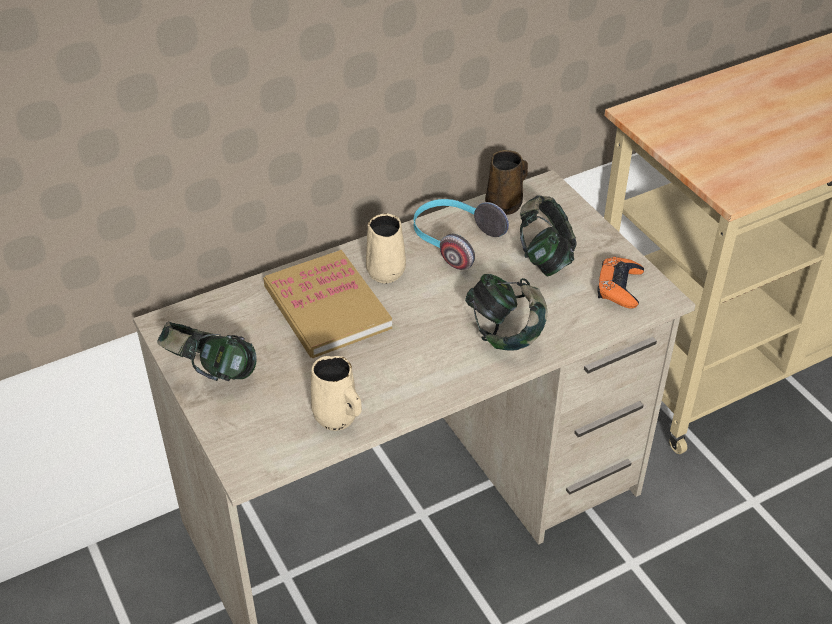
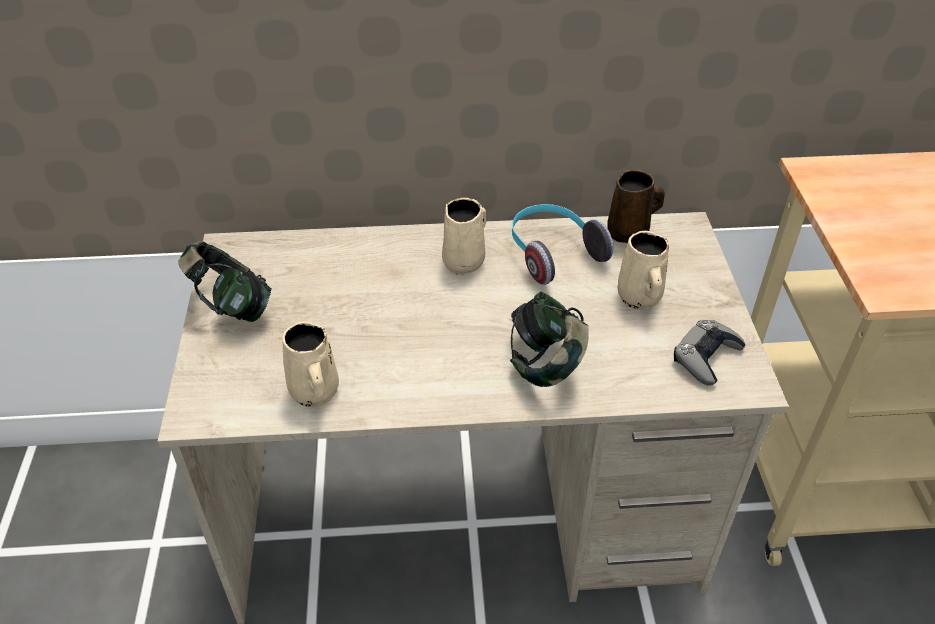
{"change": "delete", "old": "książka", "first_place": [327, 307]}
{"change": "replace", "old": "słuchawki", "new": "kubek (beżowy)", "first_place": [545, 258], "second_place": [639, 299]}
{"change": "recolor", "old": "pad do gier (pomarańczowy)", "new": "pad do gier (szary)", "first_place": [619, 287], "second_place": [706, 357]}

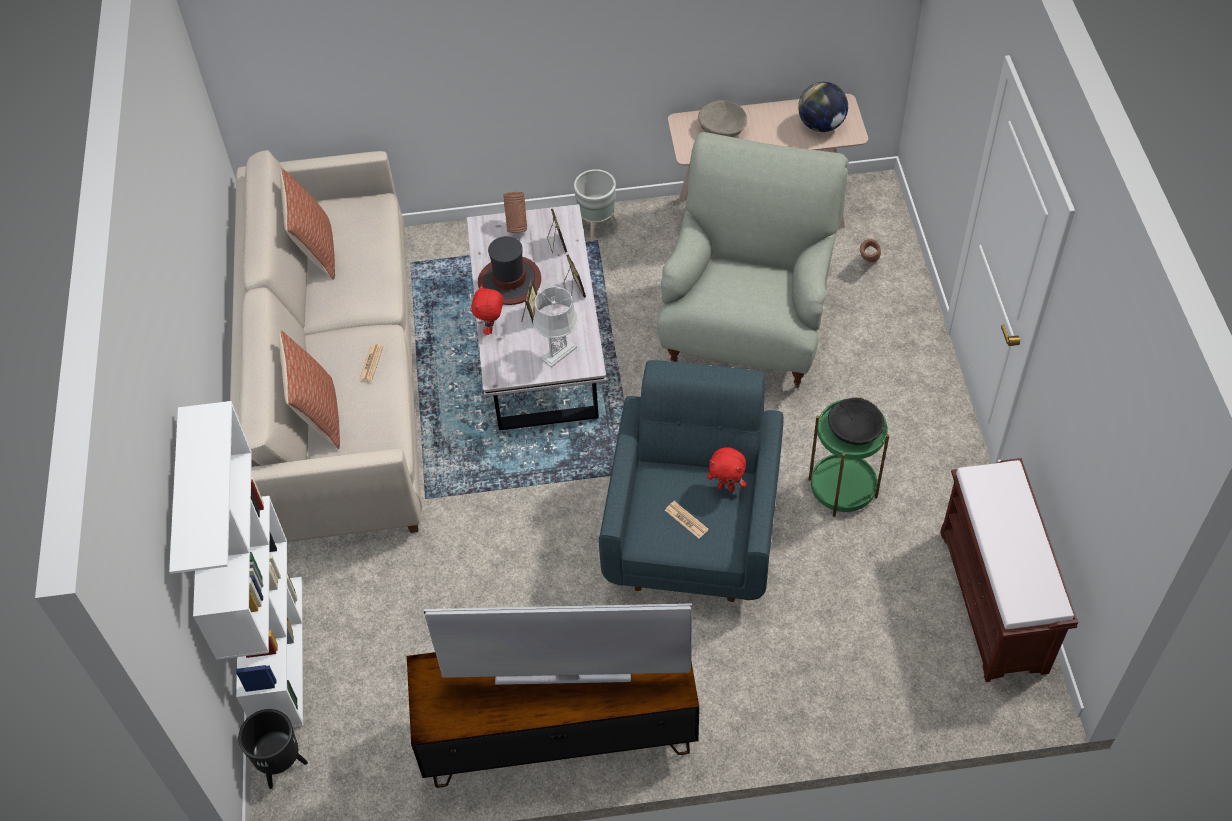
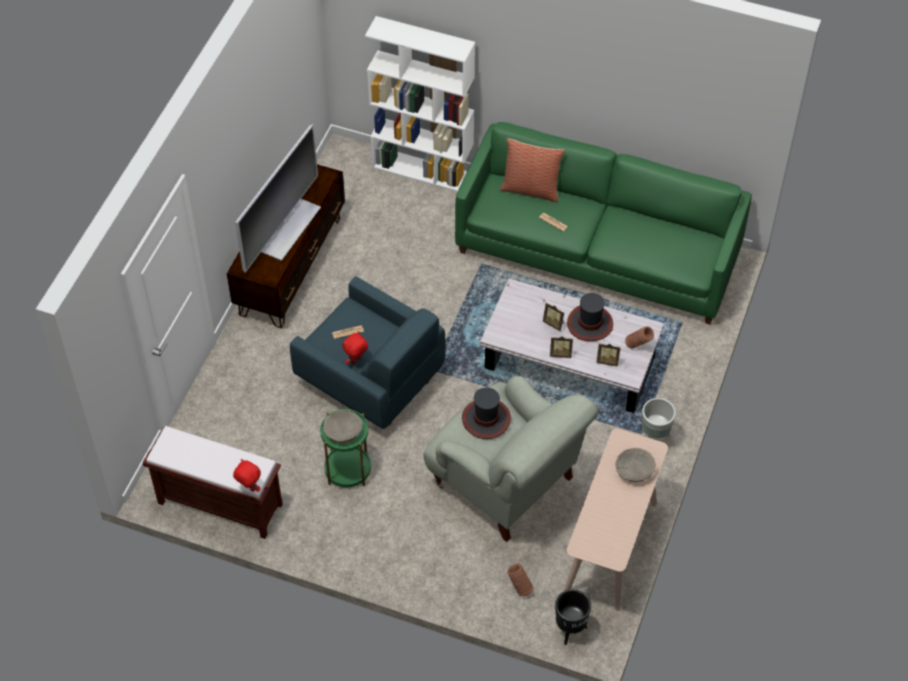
{"change": "recolor", "old": "kanapa (beżowy)", "new": "kanapa (zielony)", "first_place": [338, 382], "second_place": [598, 252]}
{"change": "move", "old": "donica (czarny)", "first_place": [283, 767], "second_place": [569, 630]}
{"change": "delete", "old": "poduszka", "first_place": [316, 251]}
{"change": "move", "old": "pluszak (czerwony)", "first_place": [491, 328], "second_place": [249, 488]}
{"change": "delete", "old": "lampa stołowa (szary)", "first_place": [558, 353]}
{"change": "delete", "old": "globus", "first_place": [821, 125]}
{"change": "recolor", "old": "miska (czarny)", "new": "miska (beżowy)", "first_place": [854, 429], "second_place": [343, 431]}
{"change": "insert", "new": "kapelusz", "second_place": [486, 419]}

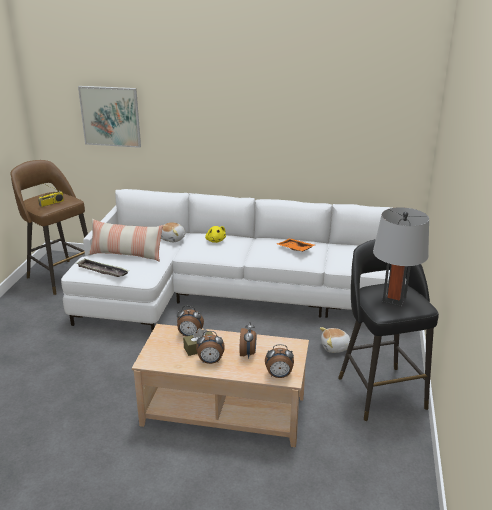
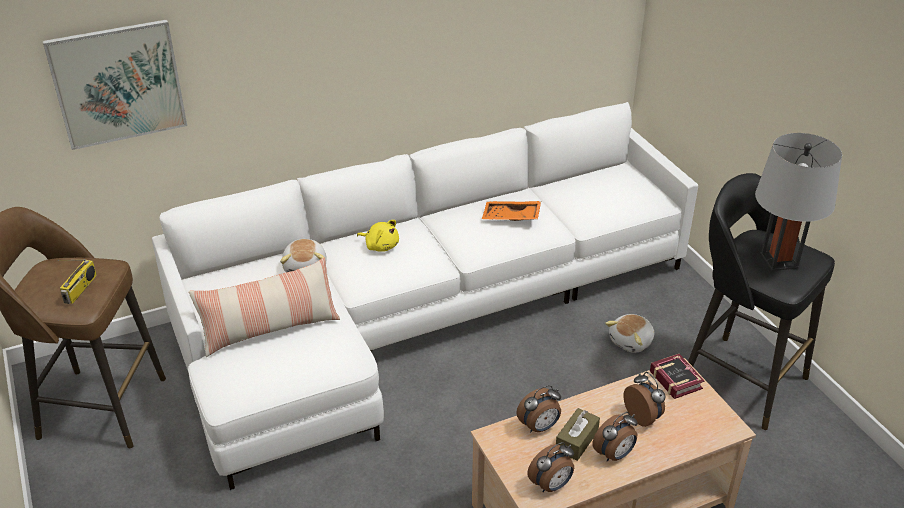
{"change": "delete", "old": "taca", "first_place": [102, 271]}
{"change": "move", "old": "budzik", "first_place": [279, 376], "second_place": [551, 485]}
{"change": "insert", "new": "książka", "second_place": [675, 378]}

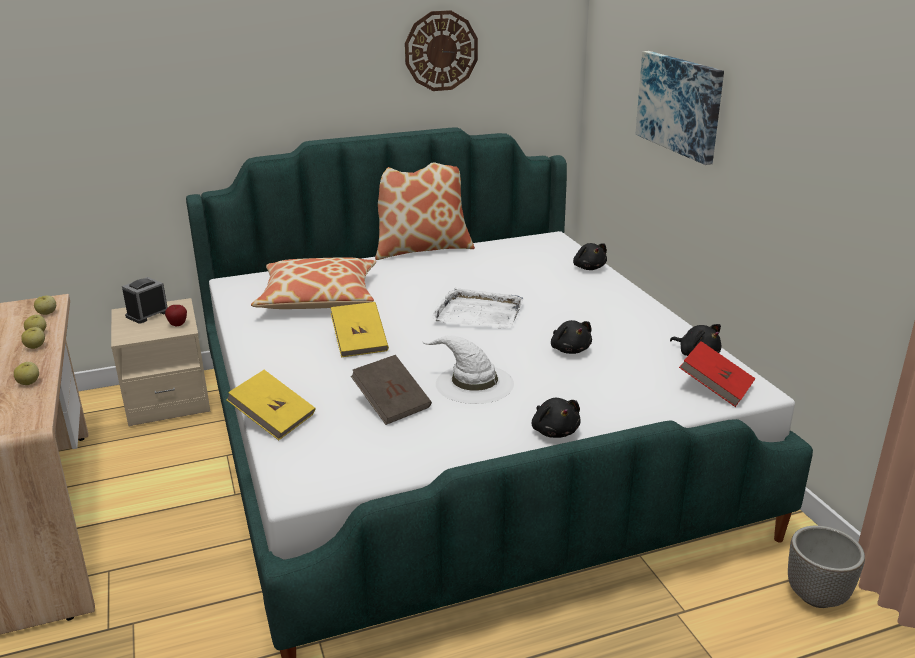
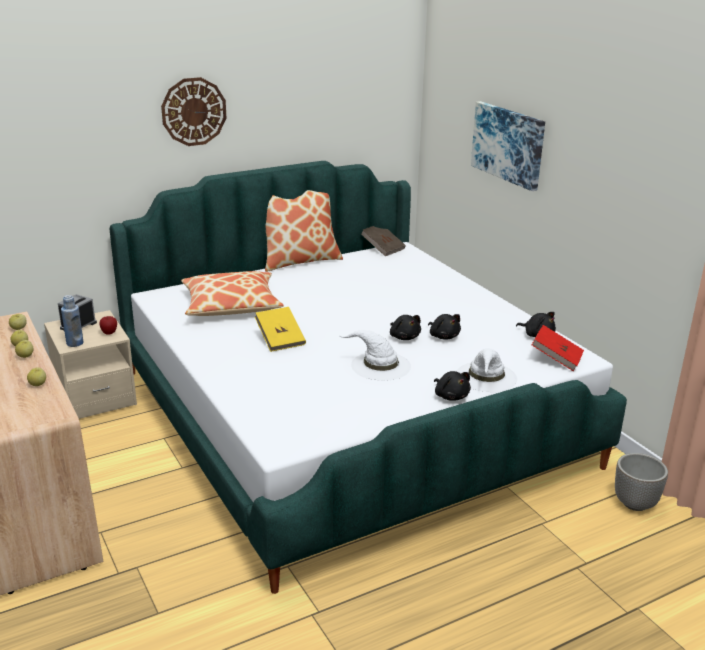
{"change": "delete", "old": "książka (żółty)", "first_place": [273, 419]}
{"change": "move", "old": "książka (brązowy)", "first_place": [392, 404], "second_place": [383, 248]}
{"change": "move", "old": "zegar ścienny", "first_place": [441, 51], "second_place": [194, 111]}
{"change": "delete", "old": "taca (biały)", "first_place": [478, 313]}
{"change": "move", "old": "pluszak (czarny)", "first_place": [589, 267], "second_place": [404, 337]}
{"change": "insert", "new": "butelka (niebieski)", "second_place": [75, 343]}
{"change": "insert", "new": "kapelusz (biały)", "second_place": [486, 377]}

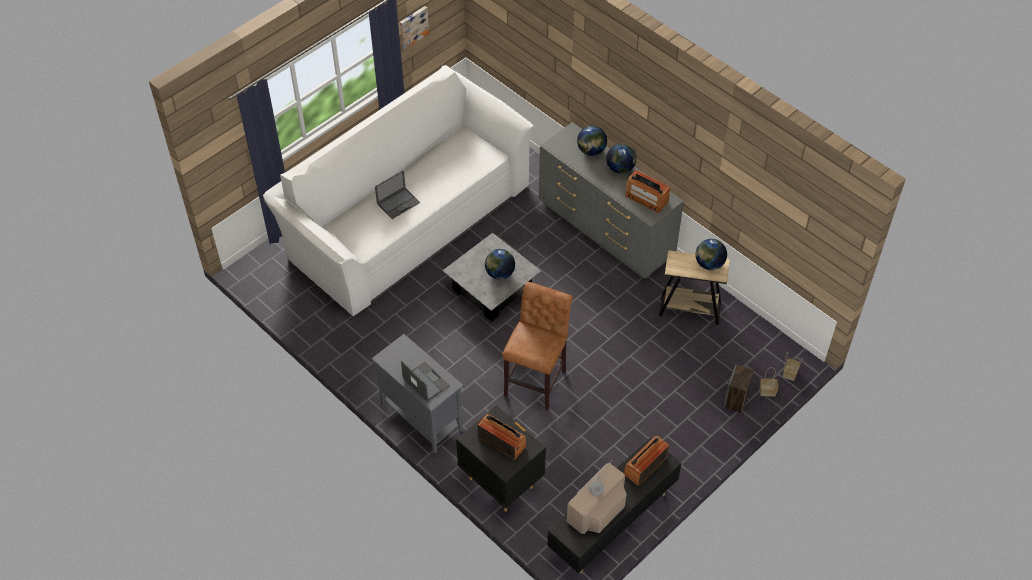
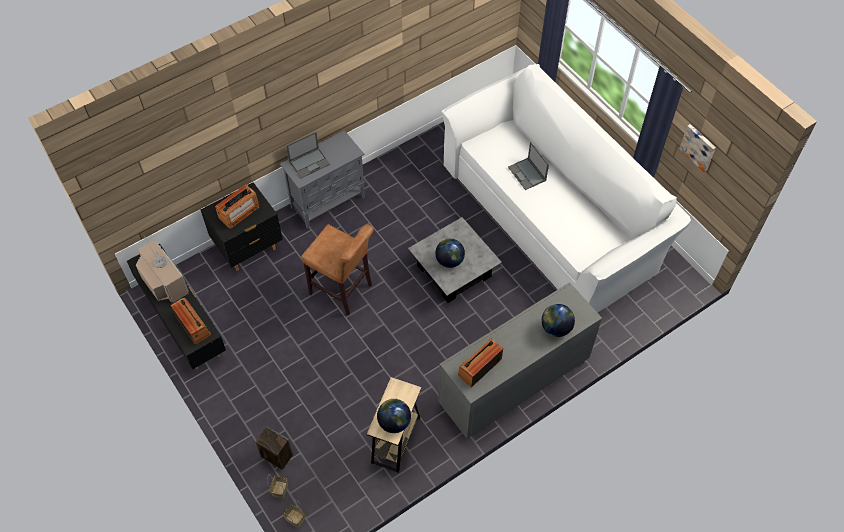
{"change": "delete", "old": "globus", "first_place": [620, 168]}

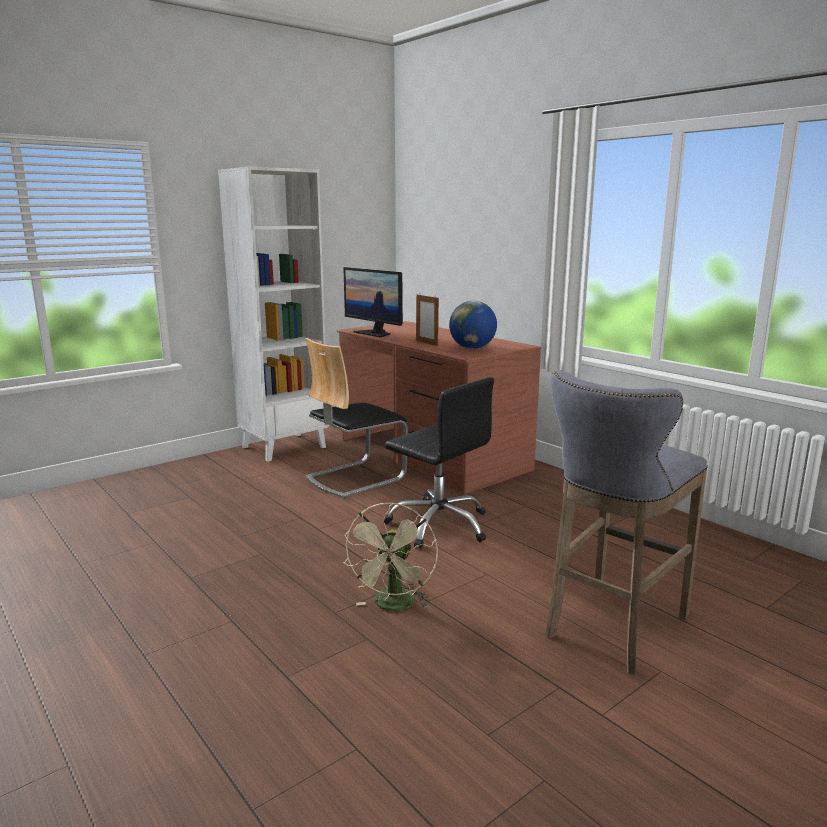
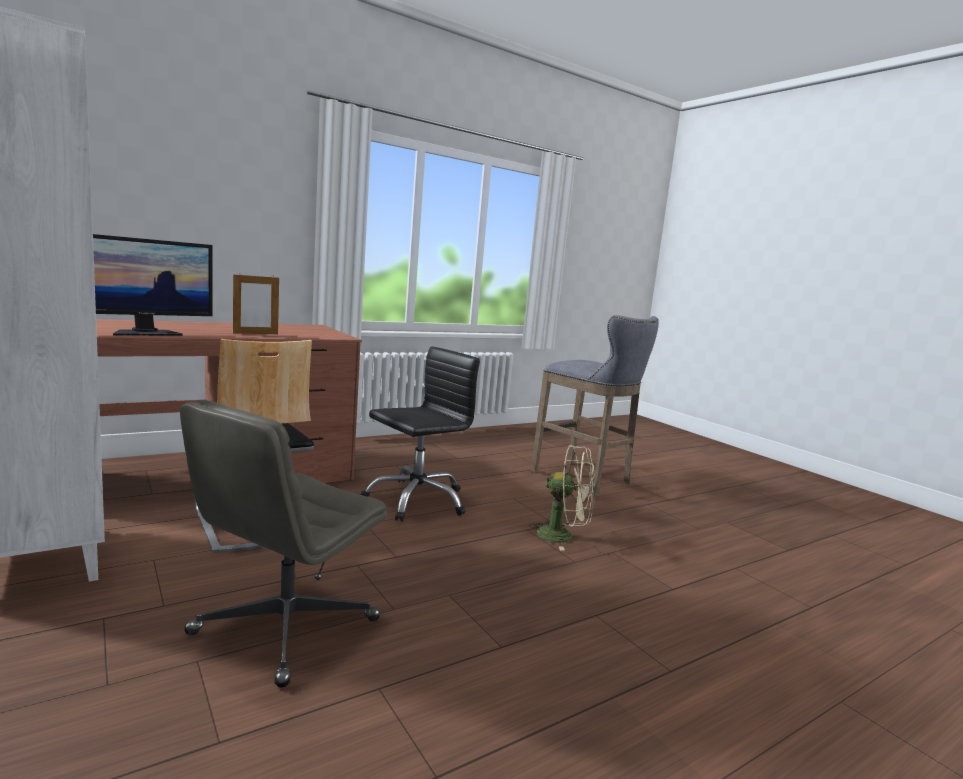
{"change": "delete", "old": "globus", "first_place": [472, 348]}
{"change": "insert", "new": "krzesło biurowe (szary)", "second_place": [284, 628]}

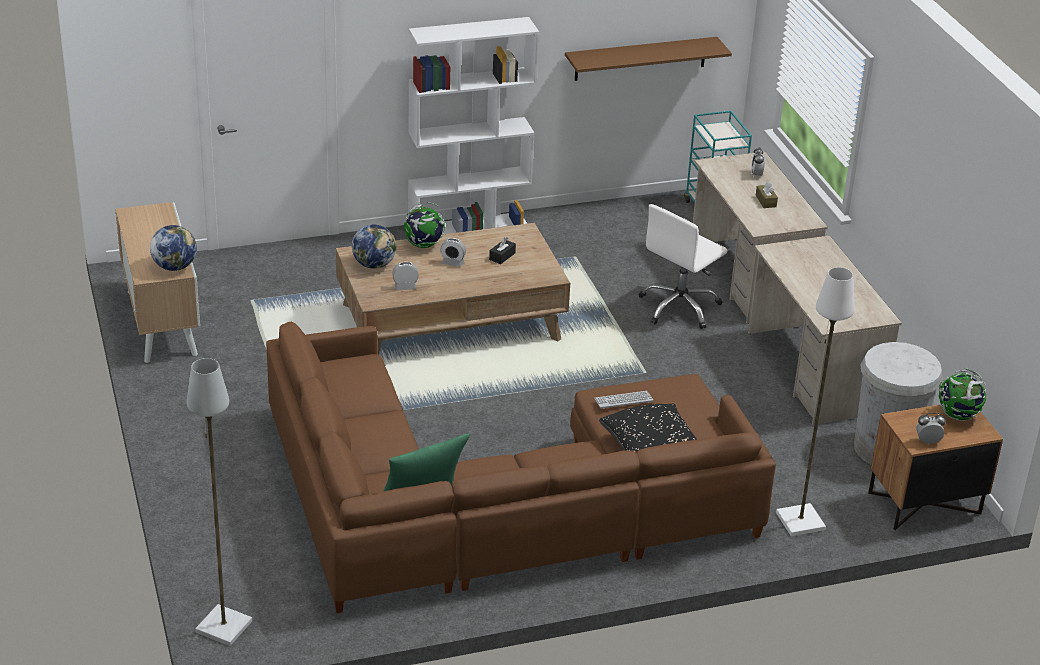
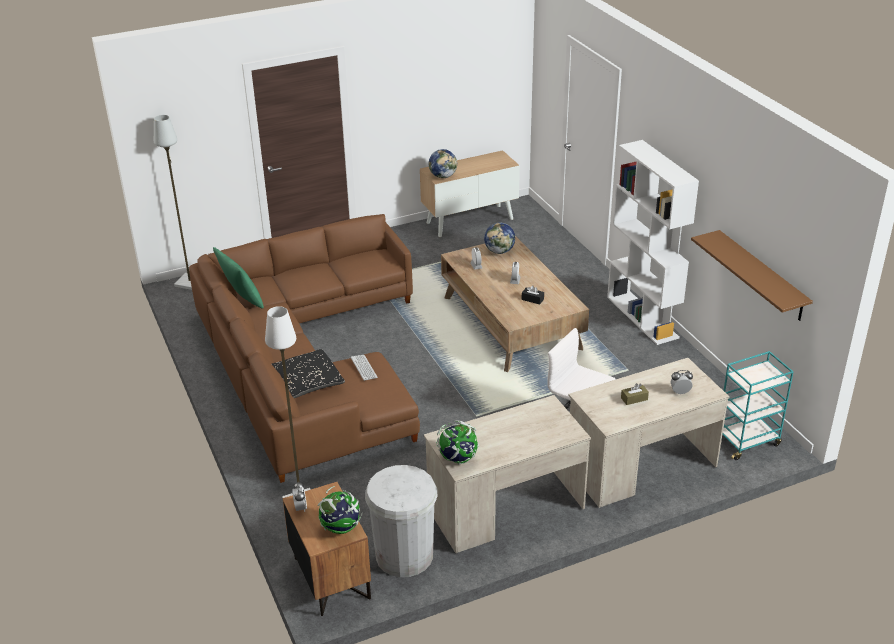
{"change": "move", "old": "globus", "first_place": [423, 245], "second_place": [457, 458]}

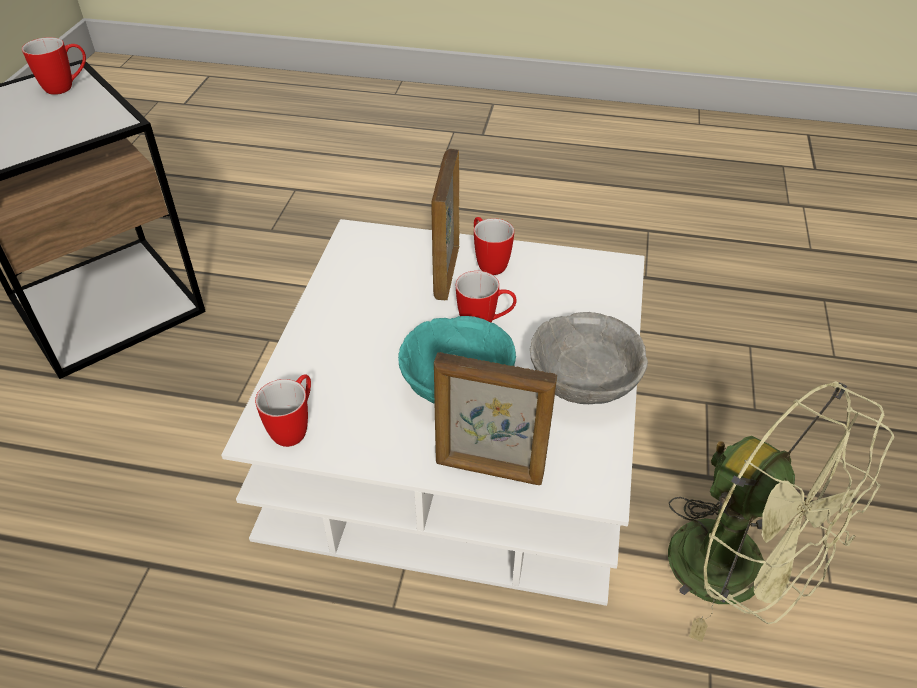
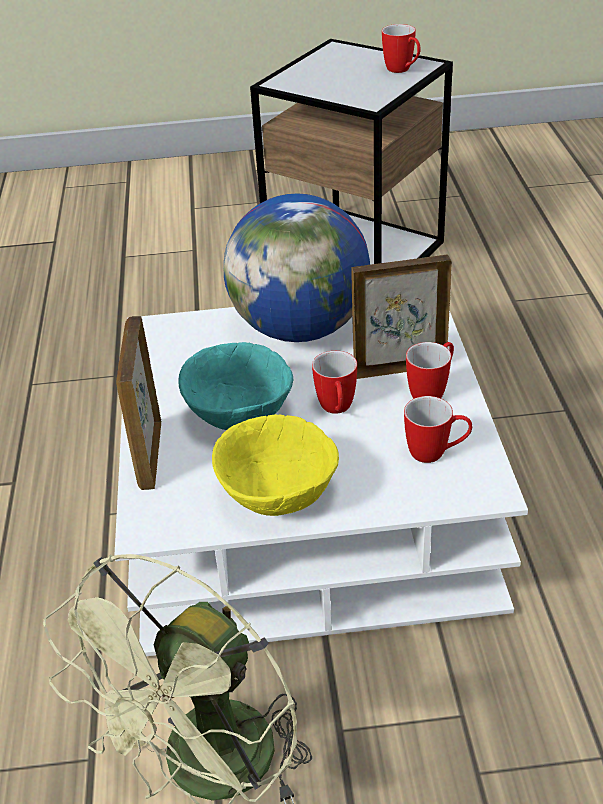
{"change": "move", "old": "kubek", "first_place": [295, 427], "second_place": [436, 453]}
{"change": "recolor", "old": "miska (szary)", "new": "miska (żółty)", "first_place": [581, 386], "second_place": [276, 494]}
{"change": "insert", "new": "globus", "second_place": [301, 328]}

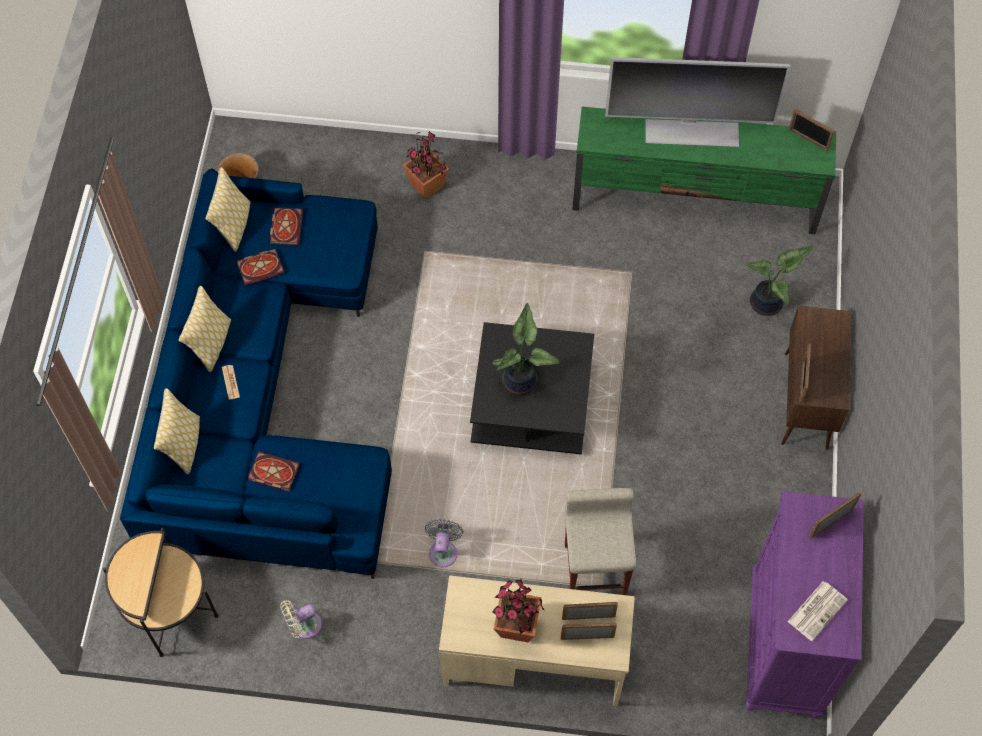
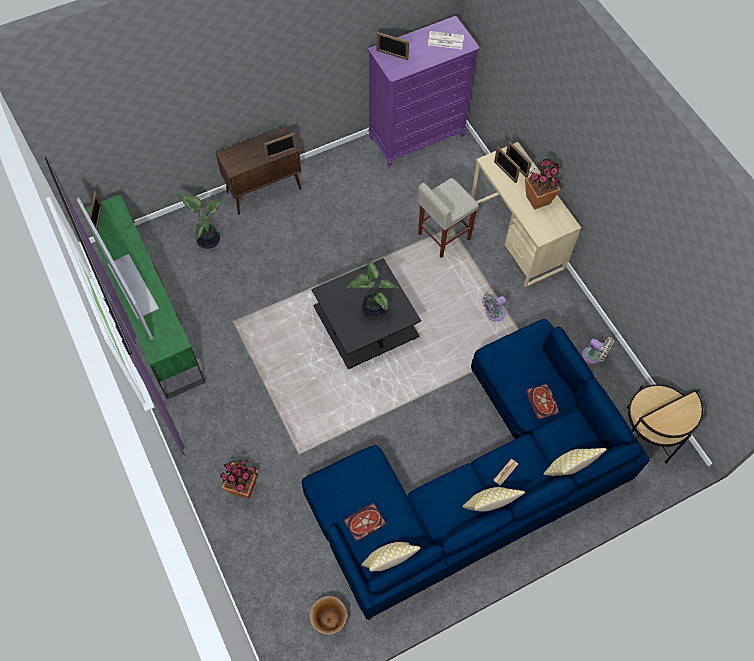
{"change": "delete", "old": "książka", "first_place": [261, 267]}

